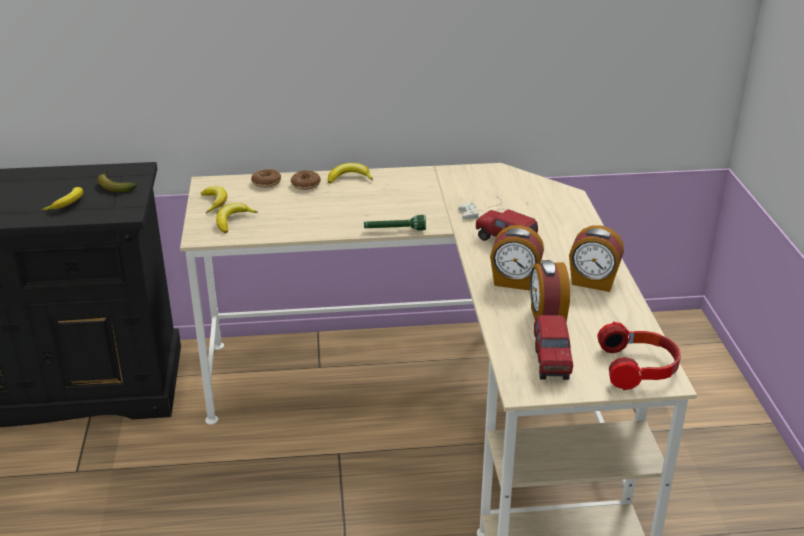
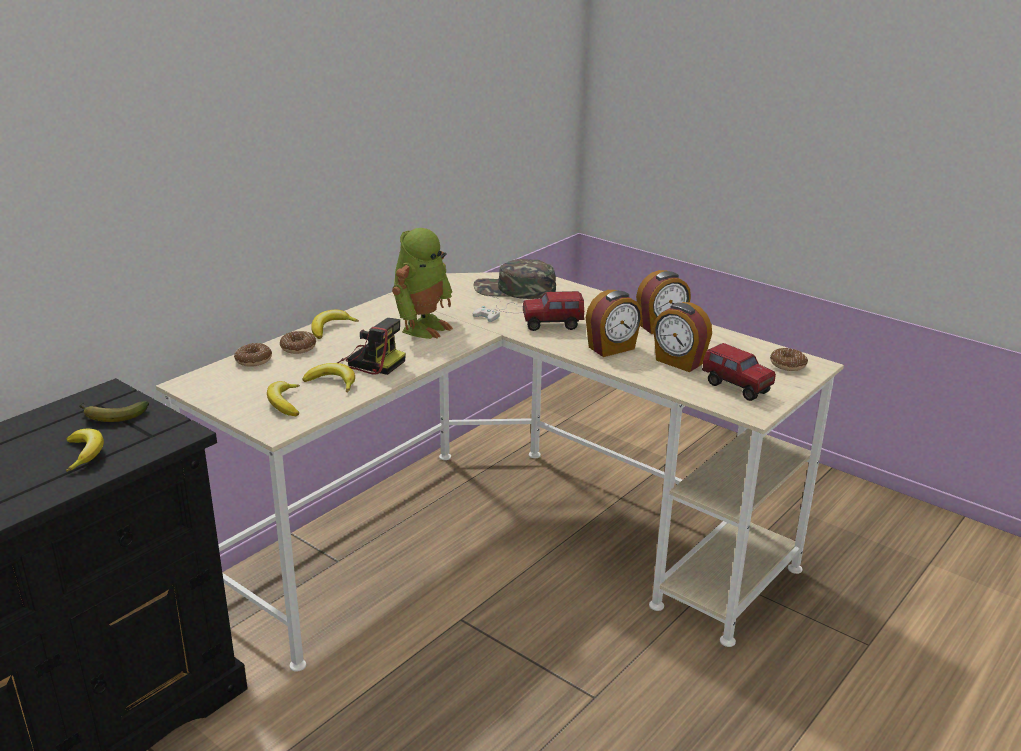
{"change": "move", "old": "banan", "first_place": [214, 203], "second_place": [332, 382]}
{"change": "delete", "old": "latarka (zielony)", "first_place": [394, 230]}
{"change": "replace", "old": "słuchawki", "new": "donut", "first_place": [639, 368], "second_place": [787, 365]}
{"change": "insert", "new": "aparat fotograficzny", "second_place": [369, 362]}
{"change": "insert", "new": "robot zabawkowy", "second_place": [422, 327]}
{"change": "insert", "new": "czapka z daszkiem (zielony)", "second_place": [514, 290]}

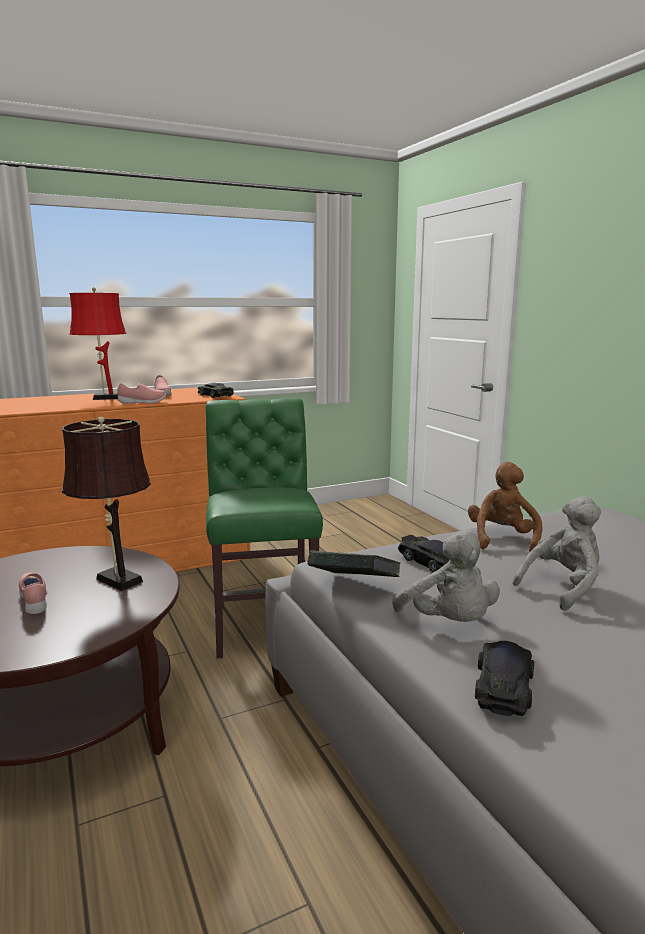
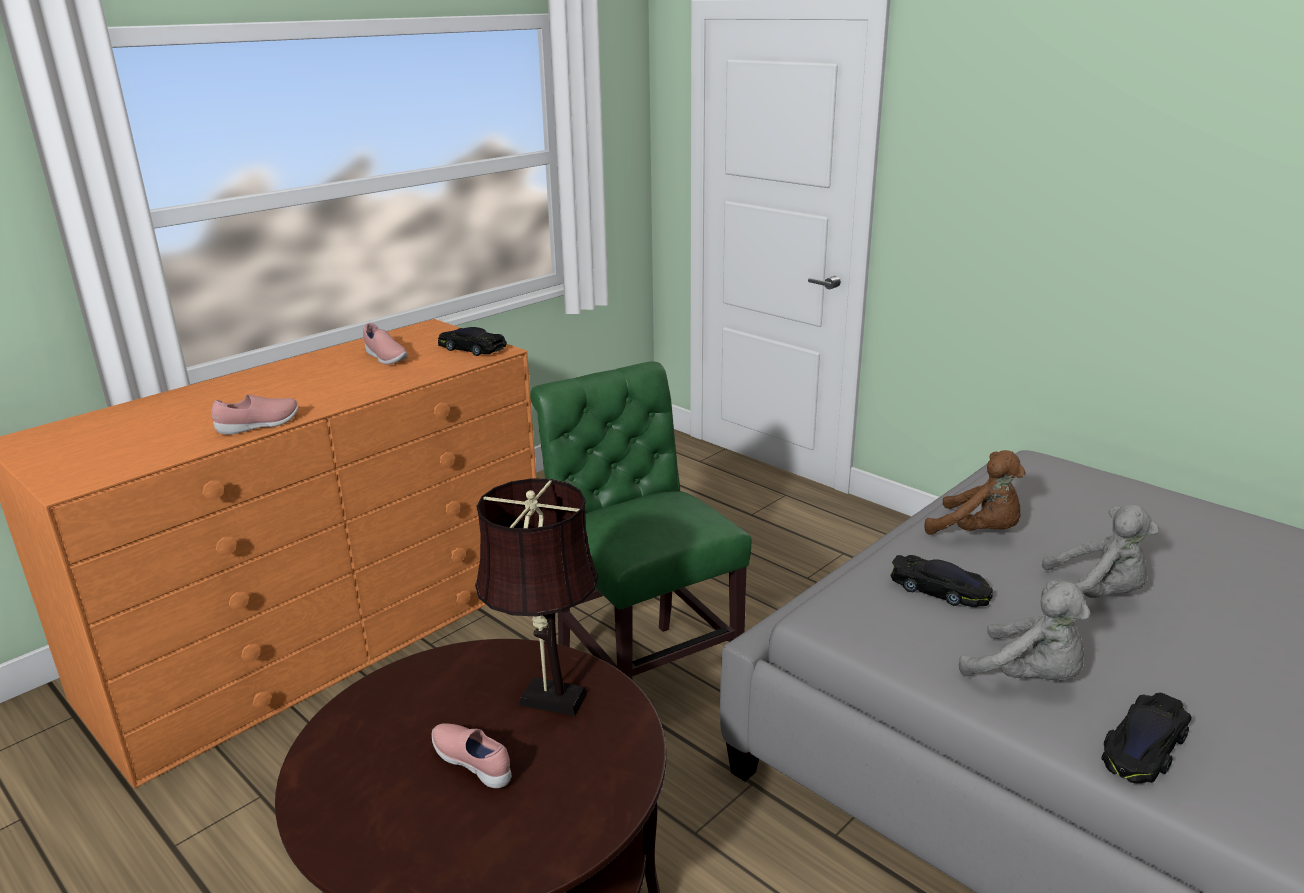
{"change": "delete", "old": "lampa stołowa (czerwony)", "first_place": [104, 398]}
{"change": "move", "old": "but (różowy)", "first_place": [142, 402], "second_place": [259, 425]}
{"change": "delete", "old": "książka", "first_place": [353, 587]}
{"change": "rotate", "old": "pluszak (brązowy)", "first_place": [502, 540], "second_place": [978, 532], "degrees": 135}
{"change": "rotate", "old": "samochodzik (czarny)", "first_place": [504, 684], "second_place": [1143, 747], "degrees": -135}
{"change": "rotate", "old": "pluszak (szary)", "first_place": [562, 587], "second_place": [1094, 596], "degrees": 75}

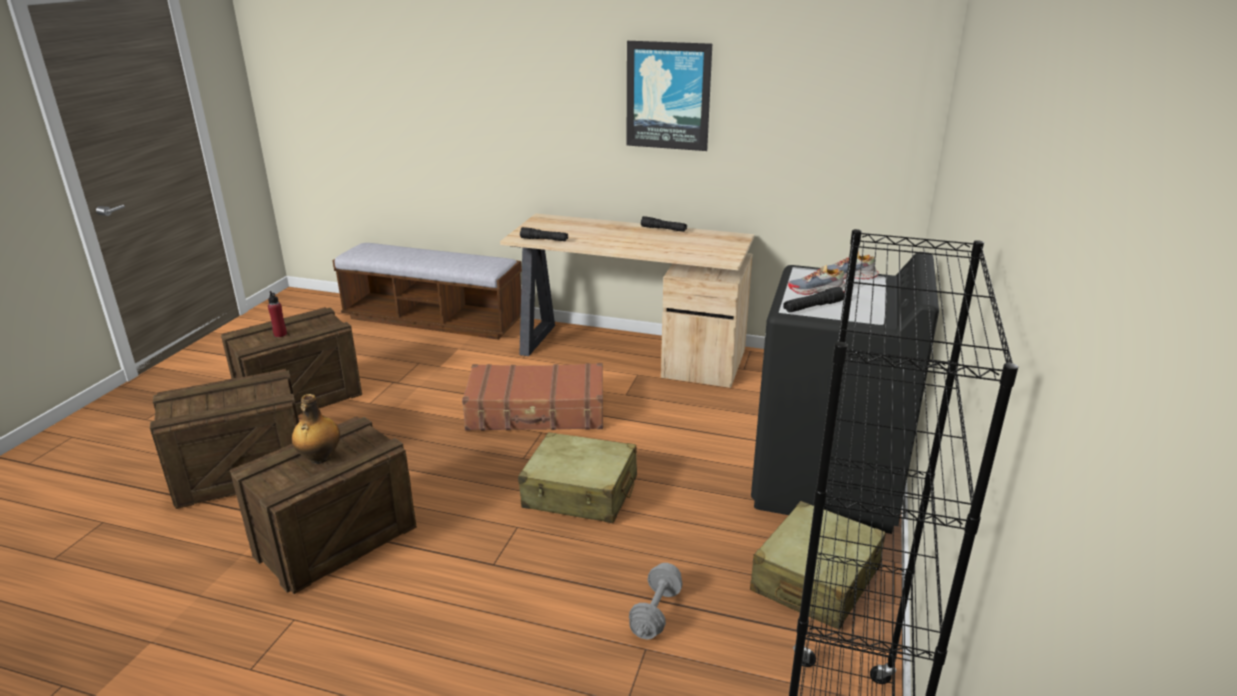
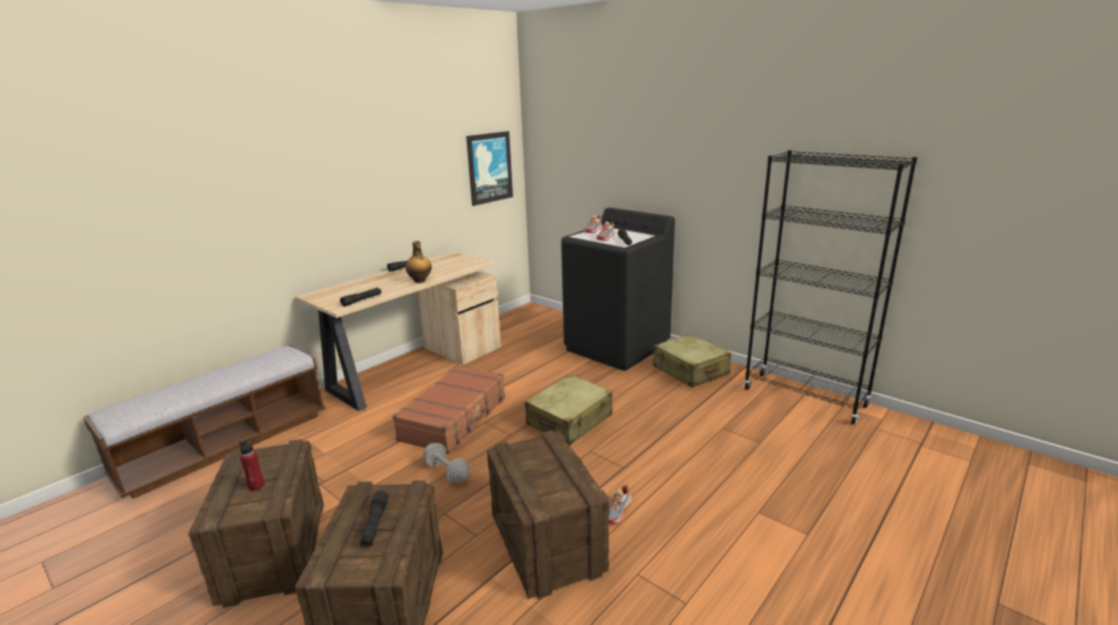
{"change": "move", "old": "butelka", "first_place": [319, 458], "second_place": [420, 281]}
{"change": "move", "old": "obraz", "first_place": [668, 96], "second_place": [489, 168]}
{"change": "move", "old": "hantel (szary)", "first_place": [655, 613], "second_place": [447, 472]}
{"change": "insert", "new": "latarka (czarny)", "second_place": [375, 524]}
{"change": "insert", "new": "but", "second_place": [618, 510]}

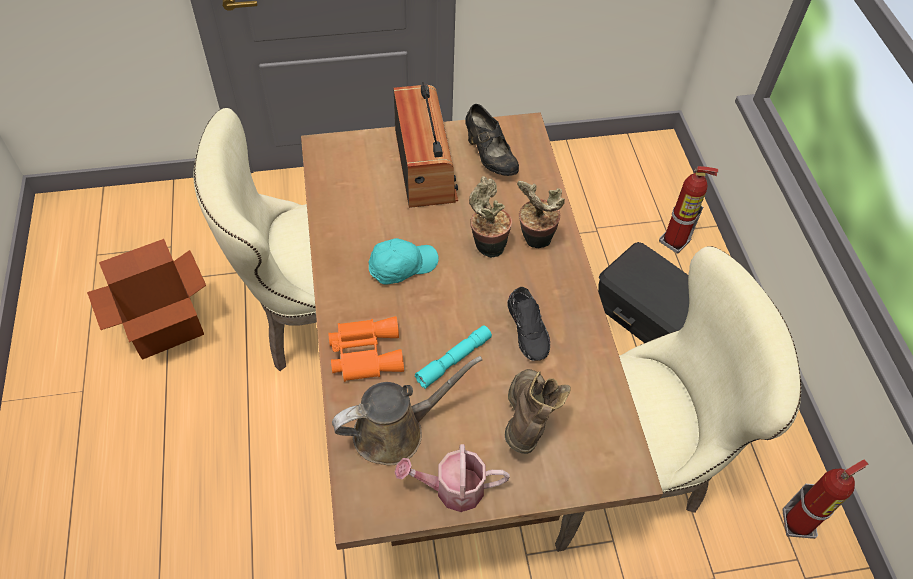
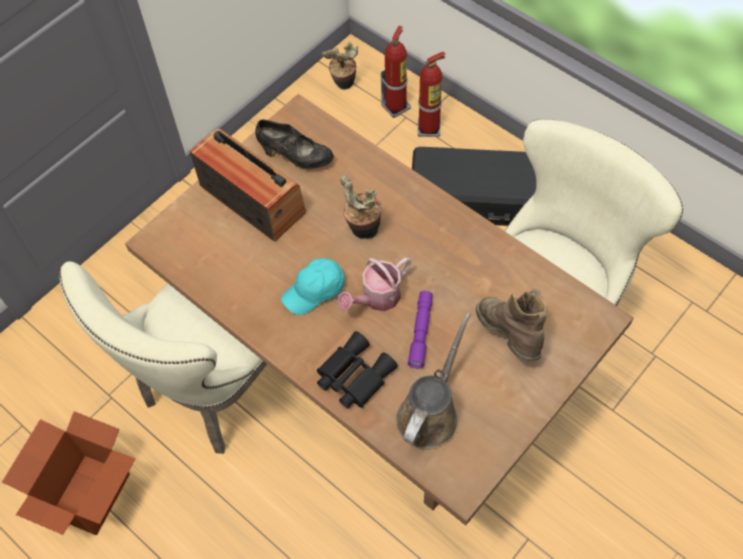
{"change": "recolor", "old": "lornetka (pomarańczowy)", "new": "lornetka (czarny)", "first_place": [365, 352], "second_place": [353, 375]}
{"change": "rotate", "old": "czapka z daszkiem (turkusowy)", "first_place": [402, 266], "second_place": [315, 291], "degrees": -150}
{"change": "move", "old": "konewka", "first_place": [452, 489], "second_place": [377, 298]}
{"change": "recolor", "old": "latarka (turkusowy)", "new": "latarka (fioletowy)", "first_place": [454, 360], "second_place": [420, 332]}
{"change": "delete", "old": "but (czarny)", "first_place": [529, 329]}
{"change": "move", "old": "roślina doniczkowa", "first_place": [534, 240], "second_place": [343, 85]}
{"change": "move", "old": "gaśnica", "first_place": [799, 524], "second_place": [396, 107]}

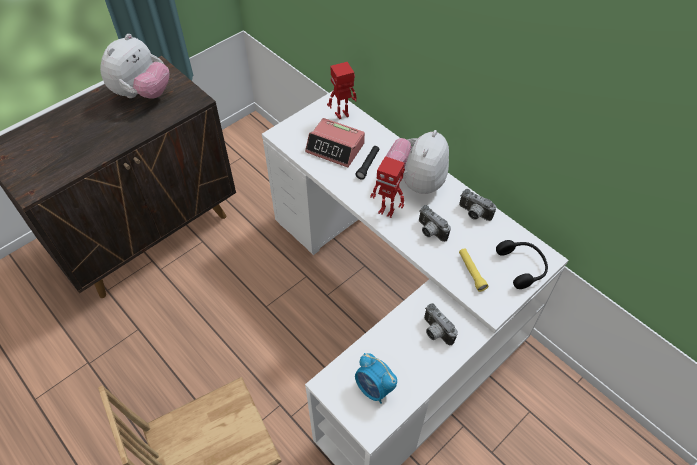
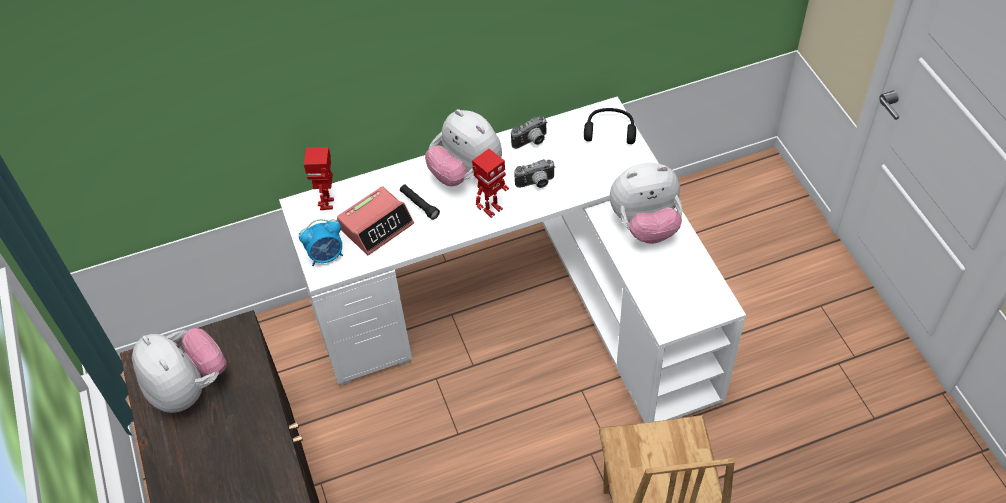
{"change": "move", "old": "budzik", "first_place": [374, 388], "second_place": [326, 256]}
{"change": "replace", "old": "aparat fotograficzny", "new": "pluszak", "first_place": [435, 332], "second_place": [645, 225]}
{"change": "delete", "old": "latarka (żółty)", "first_place": [471, 272]}

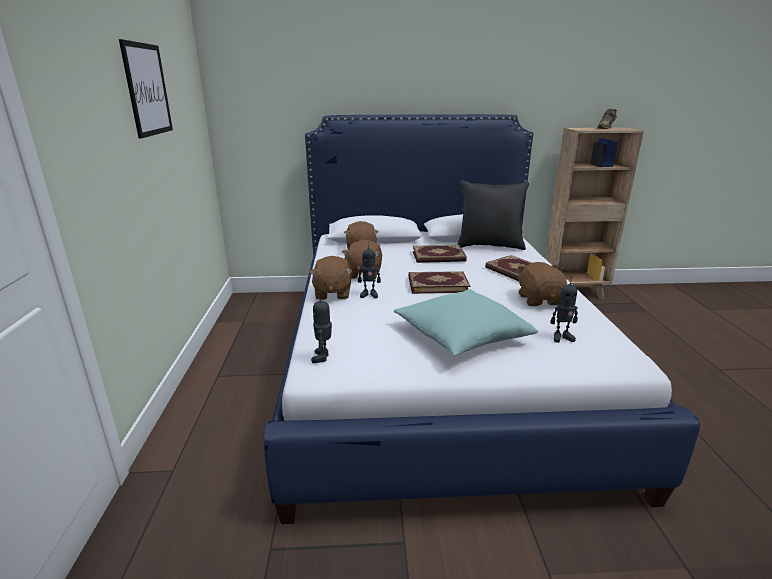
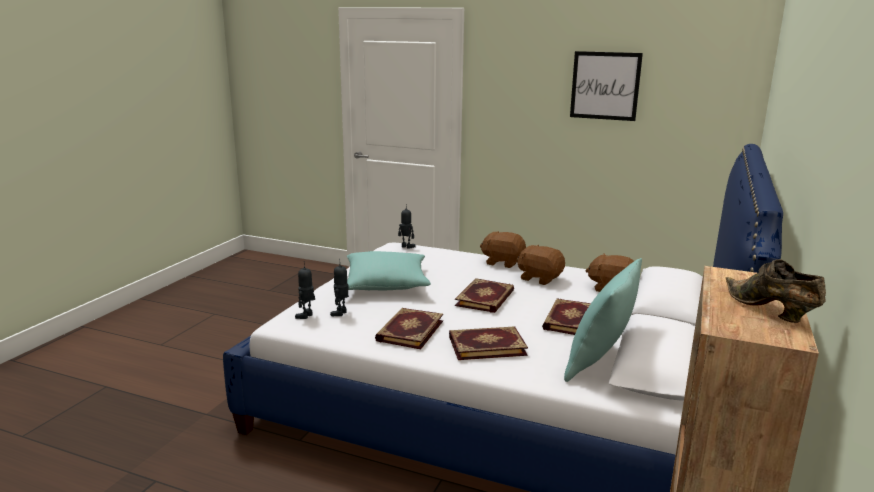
{"change": "move", "old": "robot zabawkowy", "first_place": [369, 295], "second_place": [306, 316]}
{"change": "recolor", "old": "poduszka (czarny)", "new": "poduszka (turkusowy)", "first_place": [489, 246], "second_place": [600, 364]}
{"change": "replace", "old": "pluszak (brązowy)", "new": "książka", "first_place": [539, 300], "second_place": [409, 330]}

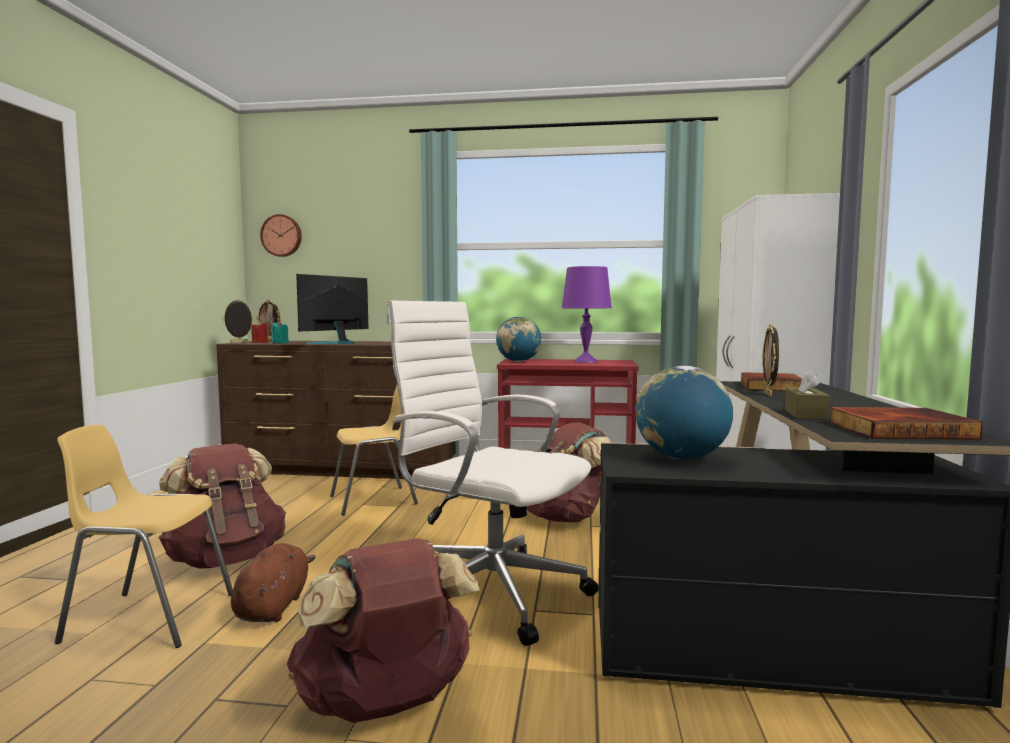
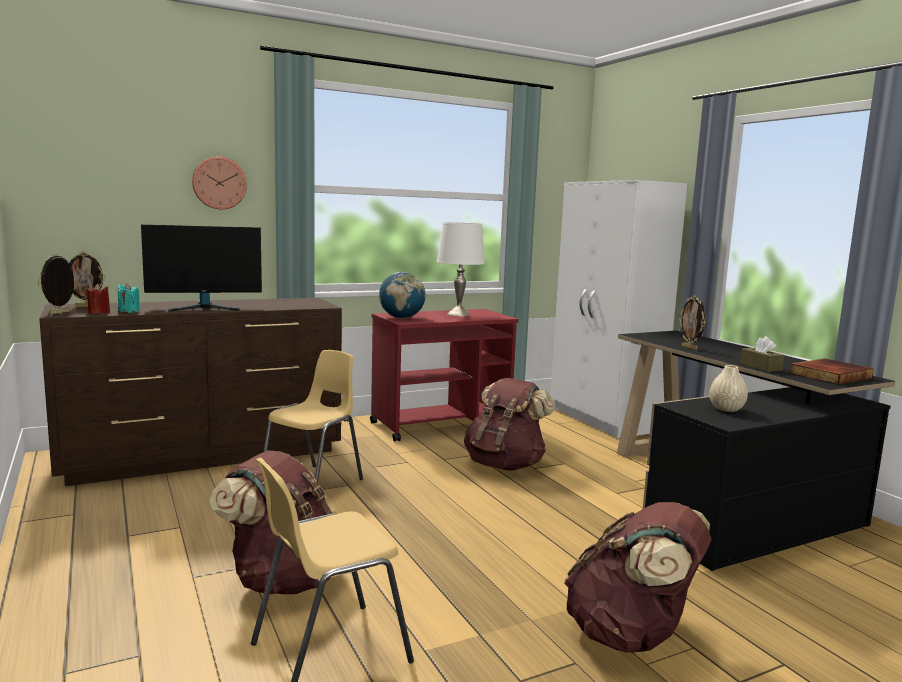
{"change": "delete", "old": "pluszak (brązowy)", "first_place": [273, 606]}
{"change": "move", "old": "zegar ścienny", "first_place": [282, 236], "second_place": [219, 183]}
{"change": "rotate", "old": "monitor", "first_place": [337, 343], "second_place": [205, 308], "degrees": -105}
{"change": "delete", "old": "krzesło biurowe (biały)", "first_place": [489, 591]}
{"change": "recolor", "old": "lampa stołowa (fioletowy)", "new": "lampa stołowa (biały)", "first_place": [586, 361], "second_place": [459, 314]}
{"change": "replace", "old": "globus", "new": "wazon (beżowy)", "first_place": [681, 458], "second_place": [726, 409]}
{"change": "delete", "old": "książka", "first_place": [773, 387]}

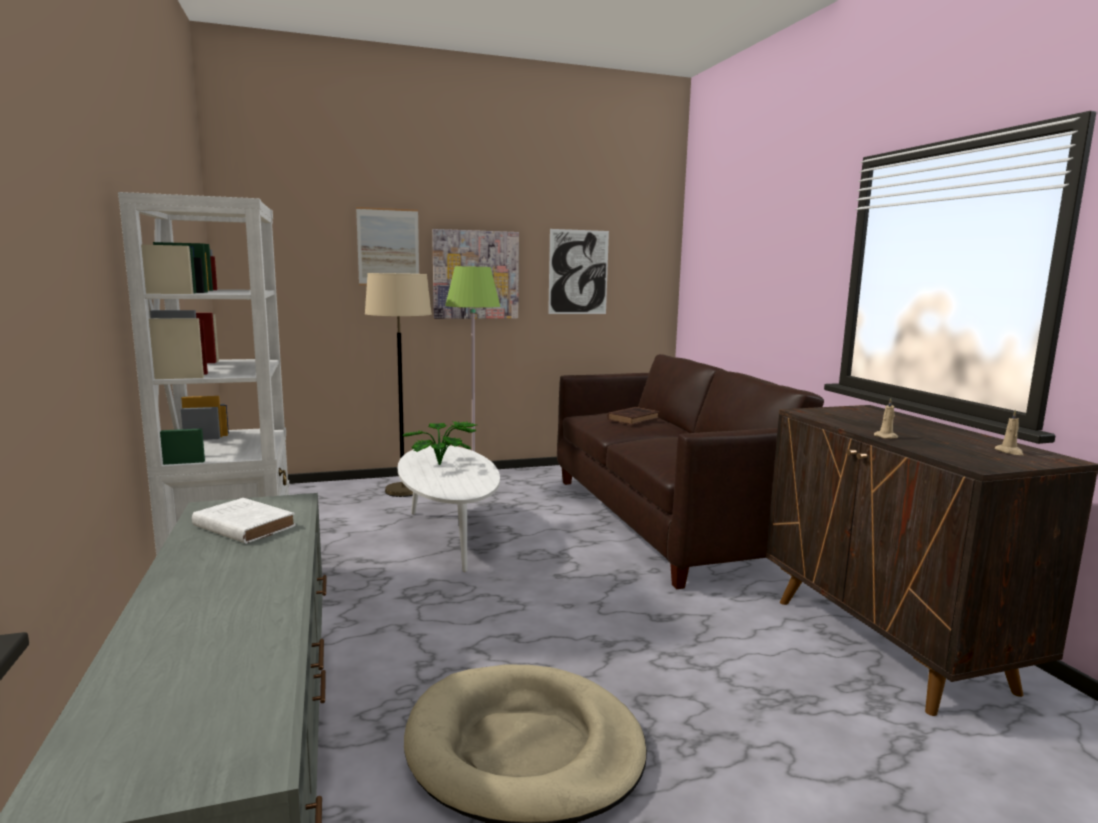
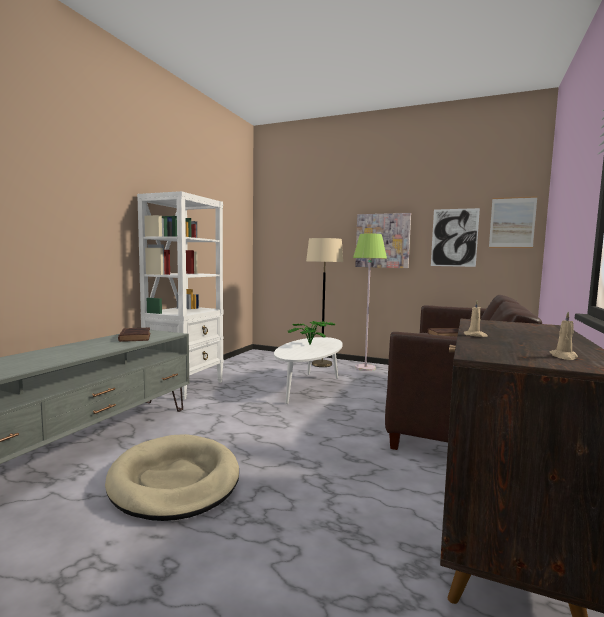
{"change": "recolor", "old": "książka (biały)", "new": "książka (brązowy)", "first_place": [242, 525], "second_place": [135, 337]}
{"change": "move", "old": "obraz", "first_place": [388, 247], "second_place": [512, 222]}

